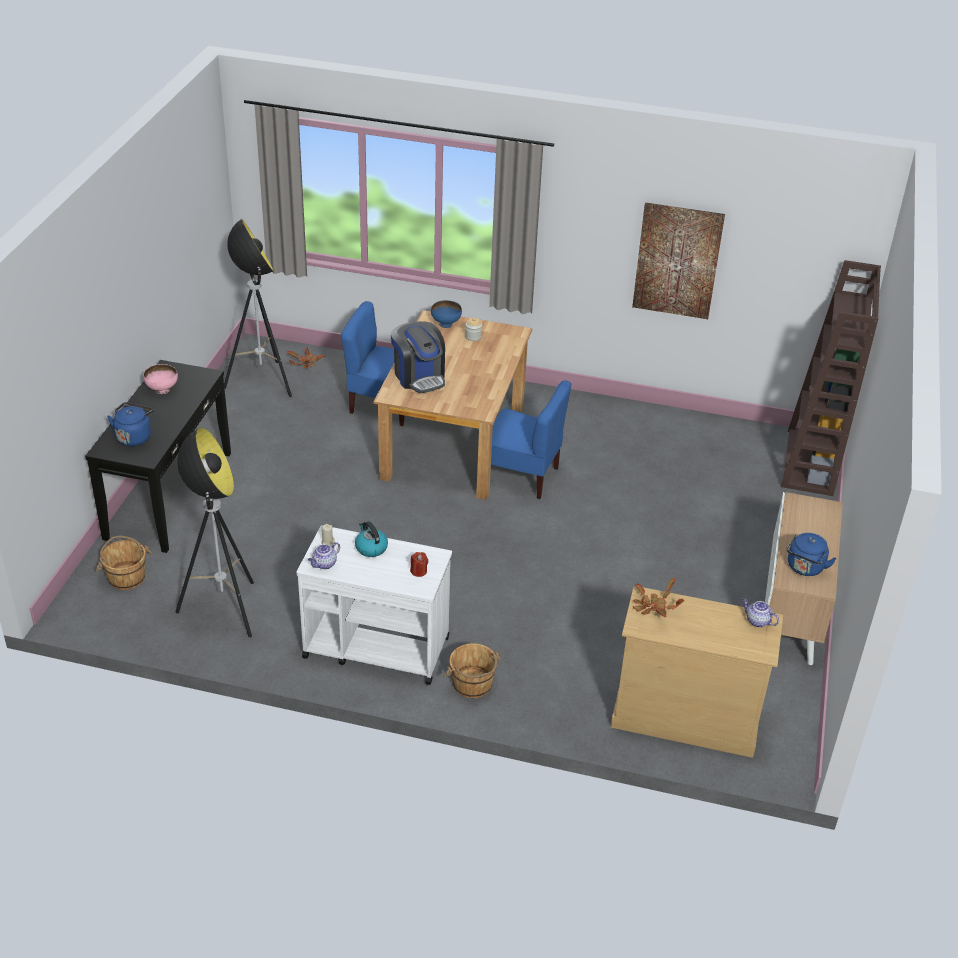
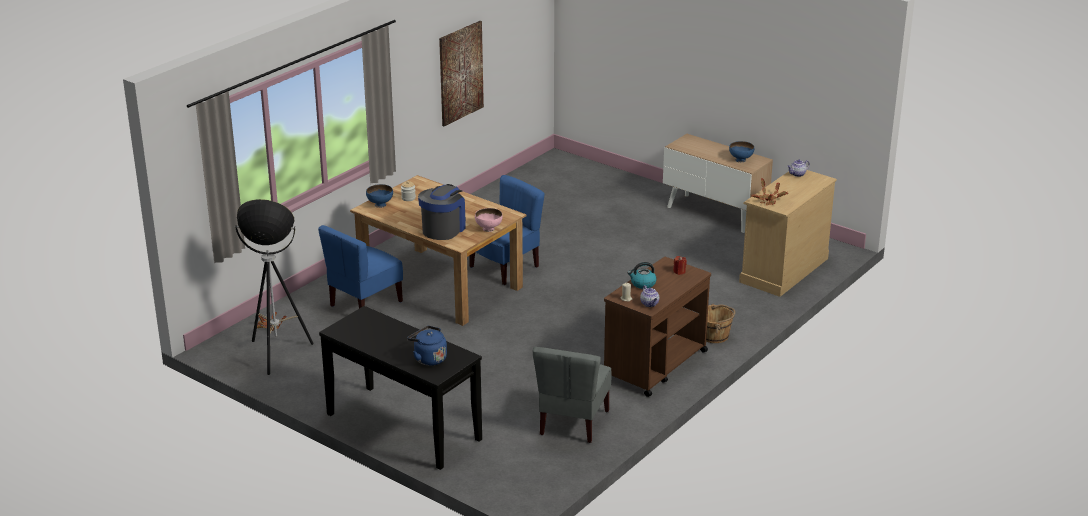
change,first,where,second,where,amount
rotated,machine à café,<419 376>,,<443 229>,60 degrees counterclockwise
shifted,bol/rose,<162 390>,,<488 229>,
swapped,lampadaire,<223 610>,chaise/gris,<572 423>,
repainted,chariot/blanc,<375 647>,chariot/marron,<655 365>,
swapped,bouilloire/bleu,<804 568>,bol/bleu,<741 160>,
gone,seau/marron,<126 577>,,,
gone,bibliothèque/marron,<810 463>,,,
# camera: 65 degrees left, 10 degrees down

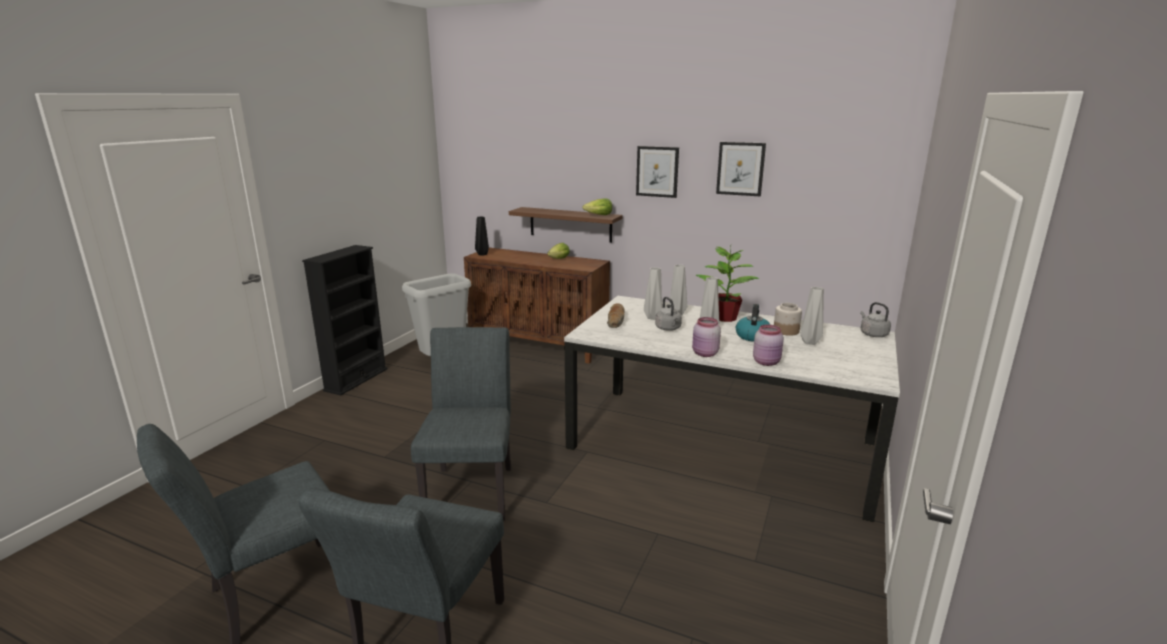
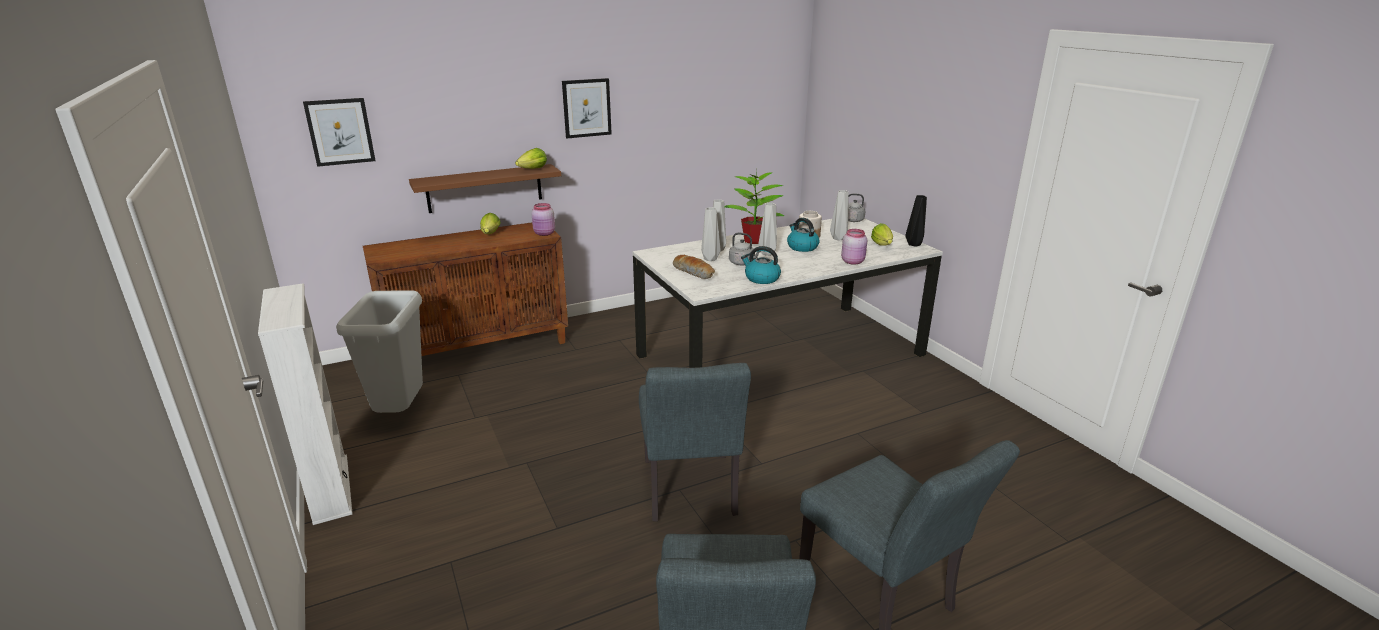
change,first,where,second,where,amount
repainted,bibliothèque/noir,<356 379>,bibliothèque/blanc,<330 489>,
shifted,tableau,<740 168>,,<340 132>,
shifted,bocal/rose,<705 354>,,<544 234>,
rotated,chaise/gris,<472 487>,,<690 493>,135 degrees counterclockwise
new,,,bouilloire,<761 278>,
new,,,laitue,<882 245>,
shifted,vase/noir,<482 254>,,<913 245>,
# camera: 50 degrees left, 5 degrees up

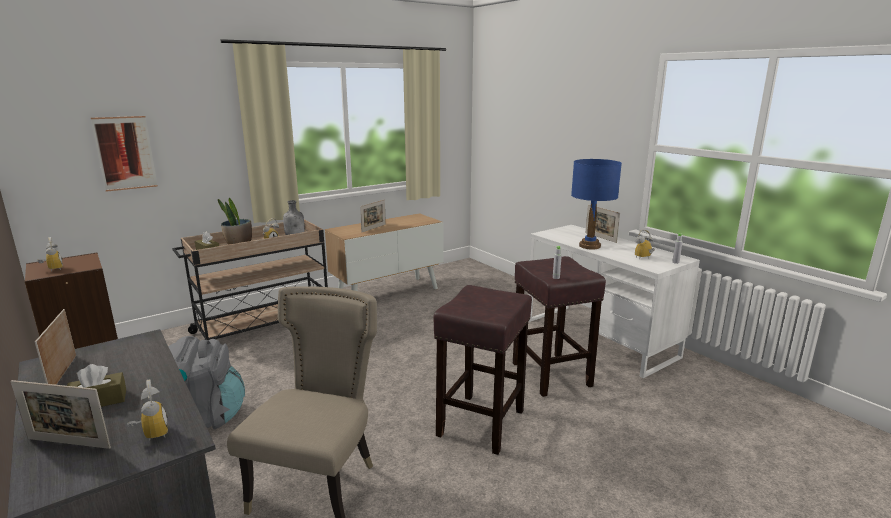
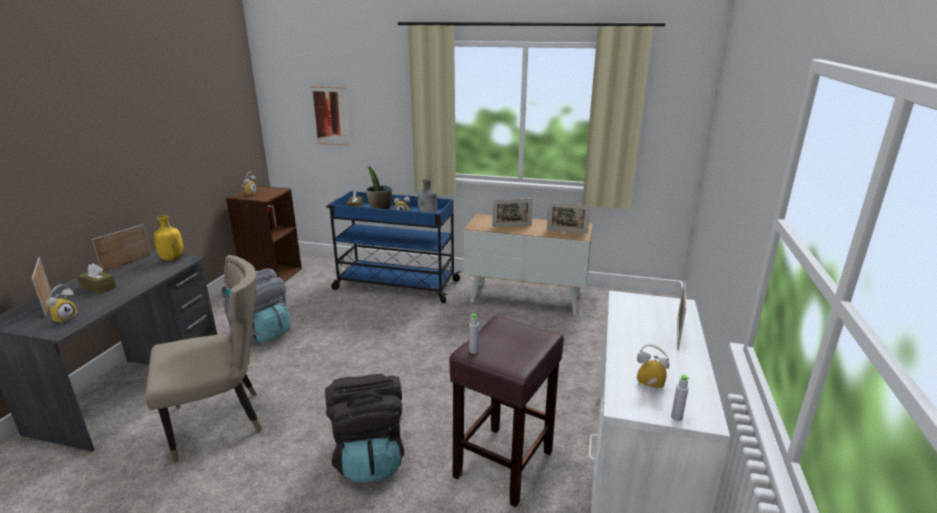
change,first,where,second,where,amount
new,,,bouteille/jaune,<172 258>,
swapped,tabouret/marron,<481 422>,sac à dos/noir,<370 457>,
repainted,chariot/beige,<263 327>,chariot/bleu,<395 285>,
new,,,cadre photo,<566 231>,
gone,lampe de table/bleu,<590 246>,,,
# camera: 50 degrees right, 5 degrees up

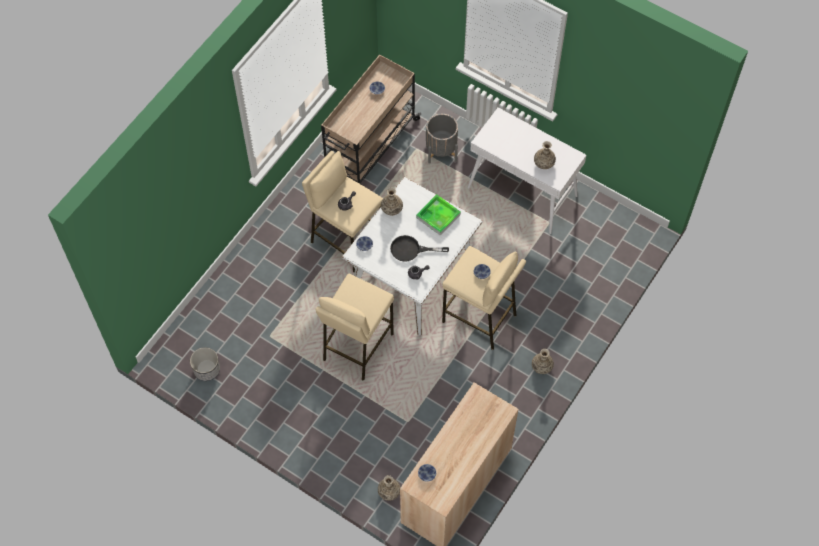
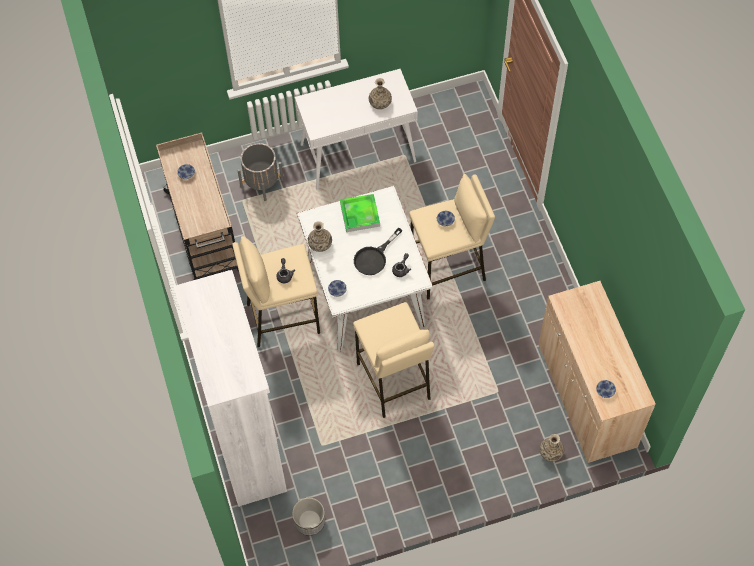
change,first,where,second,where,amount
new,,,bibliothèque/blanc,<247 444>,
gone,vase,<542 366>,,,
# camera: 50 degrees left, 0 degrees up

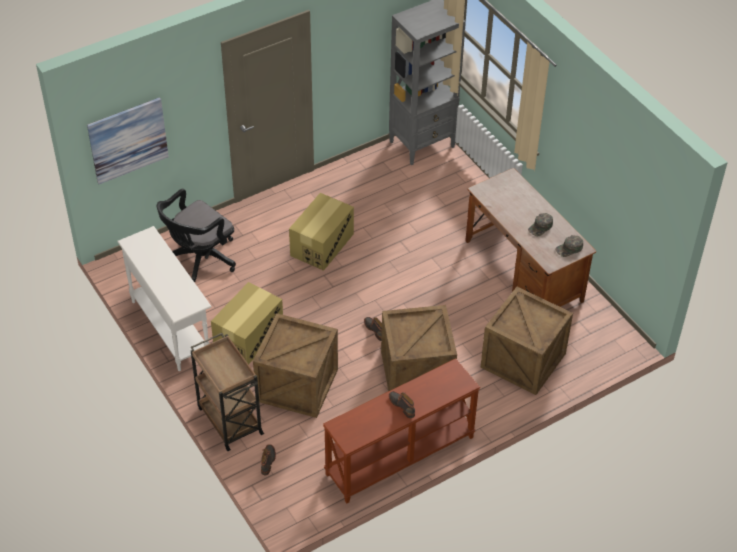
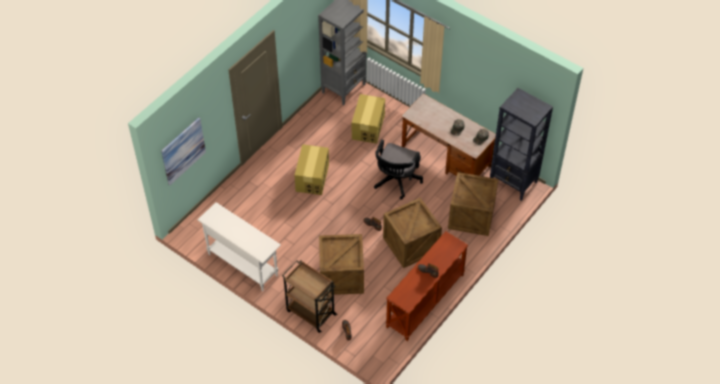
change,first,where,second,where,amount
shifted,carton,<249 336>,,<368 127>,
shifted,chaise de bureau/noir,<199 260>,,<396 181>,
new,,,bibliothèque/noir,<513 182>,
# camera: 20 degrees left, 5 degrees up

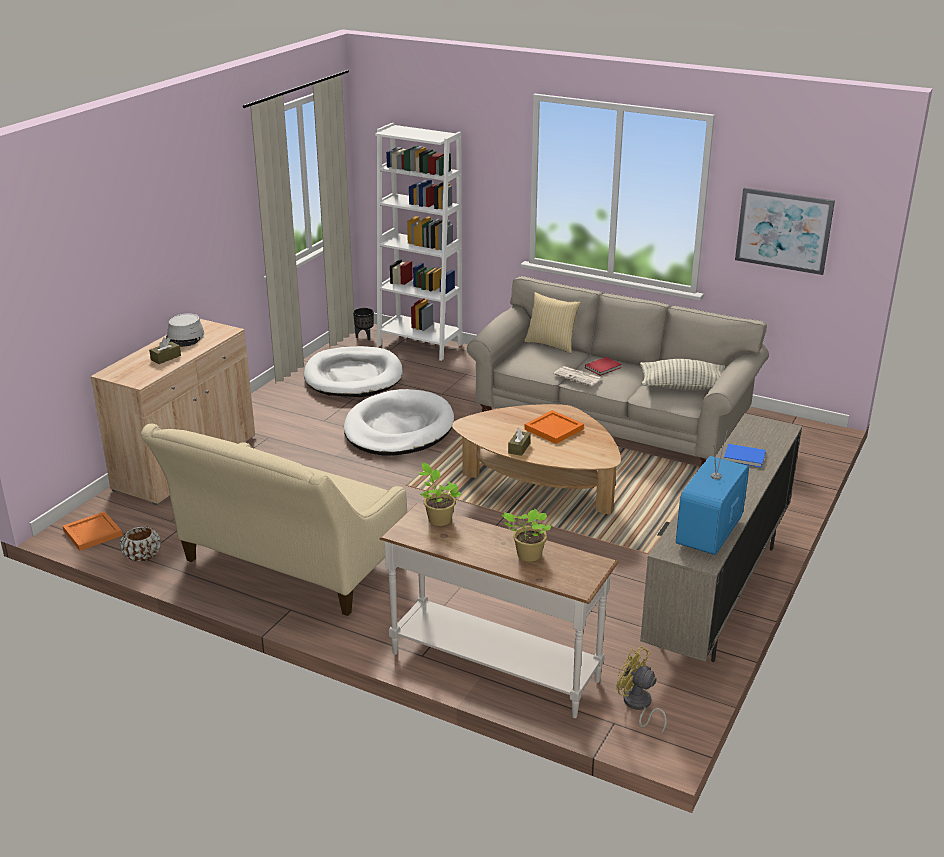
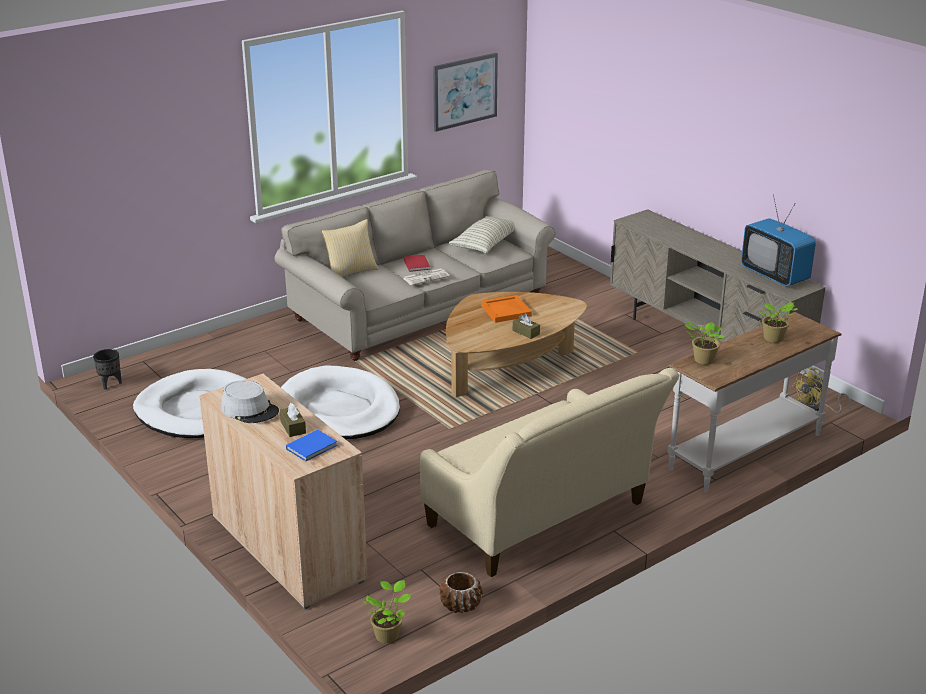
change,first,where,second,where,amount
shifted,livre/bleu,<745 458>,,<313 447>,
swapped,plateau/orange,<91 533>,plante en pot,<388 635>,
gone,bibliothèque/blanc,<419 345>,,,
# camera: 65 degrees left, 0 degrees up

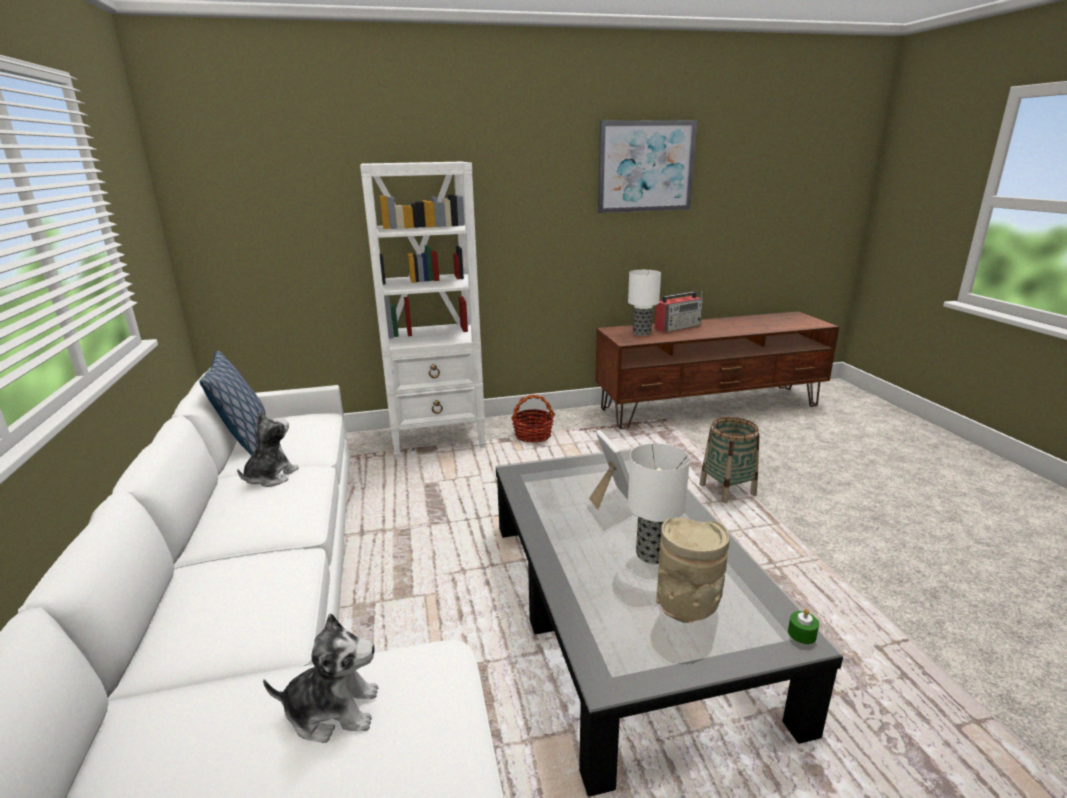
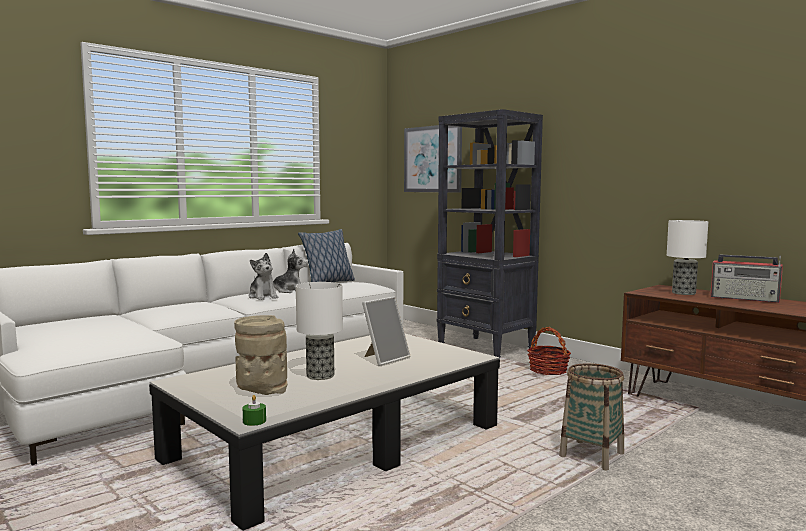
change,first,where,second,where,amount
shifted,peluche,<333 711>,,<263 297>,
shifted,tableau,<646 166>,,<432 159>,
repainted,bibliothèque/blanc,<438 439>,bibliothèque/noir,<486 349>,
# camera: 60 degrees right, 15 degrees down

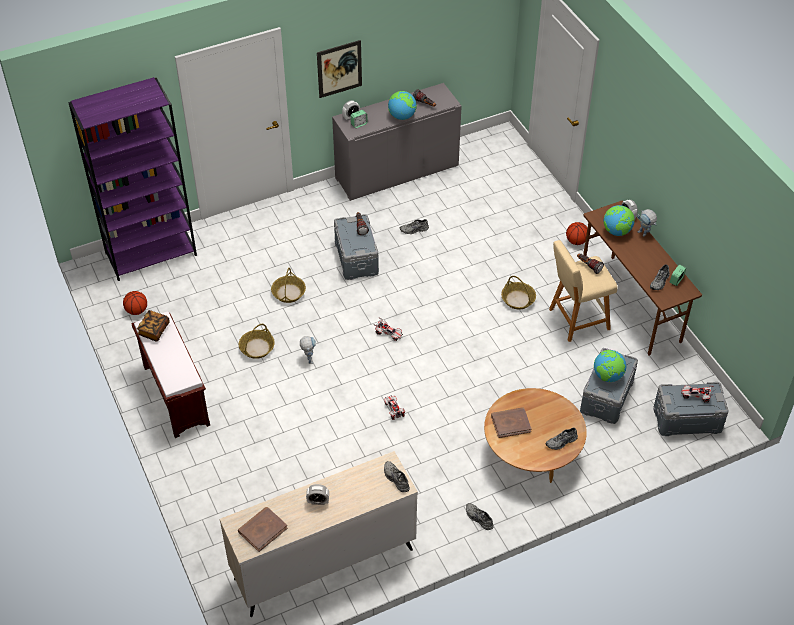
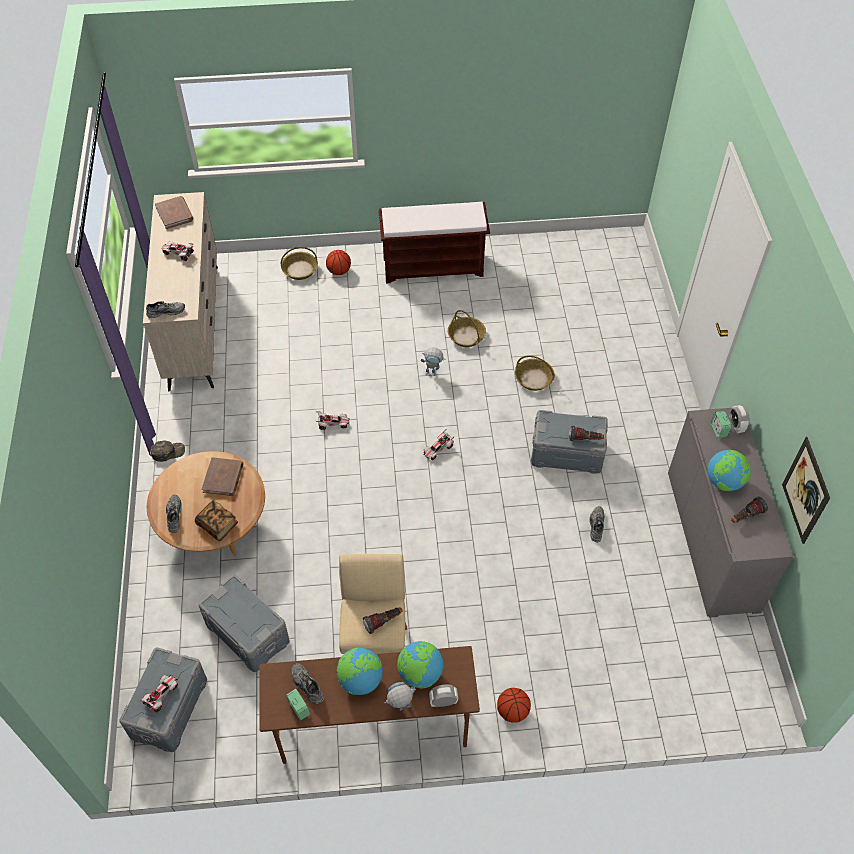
change,first,where,second,where,amount
swapped,chaussure/gris,<478 518>,casquette/vert,<168 452>,
swapped,réveil,<318 501>,petite voiture,<178 254>,
shifted,livre,<154 330>,,<217 525>,
shifted,panier,<518 299>,,<299 270>,
shifted,ballon de basket,<137 311>,,<339 271>,
shifted,globe,<608 376>,,<360 680>,
shifted,tableau,<339 69>,,<805 490>,
gone,bibliothèque/violet,<151 254>,,,
# camera: 110 degrees right, 5 degrees up

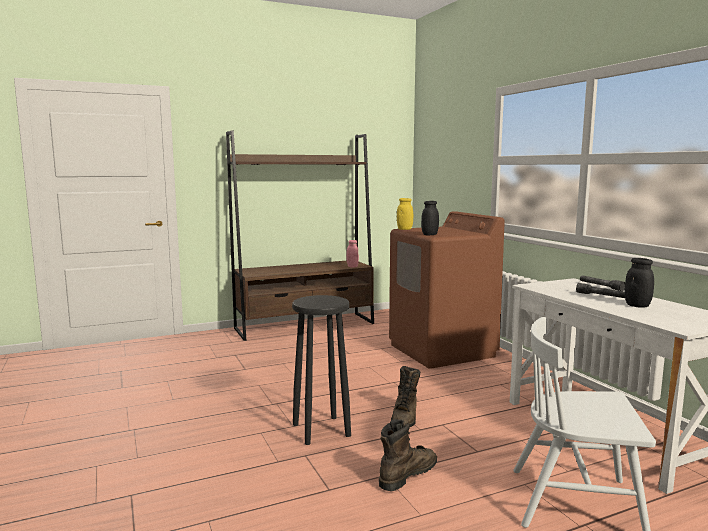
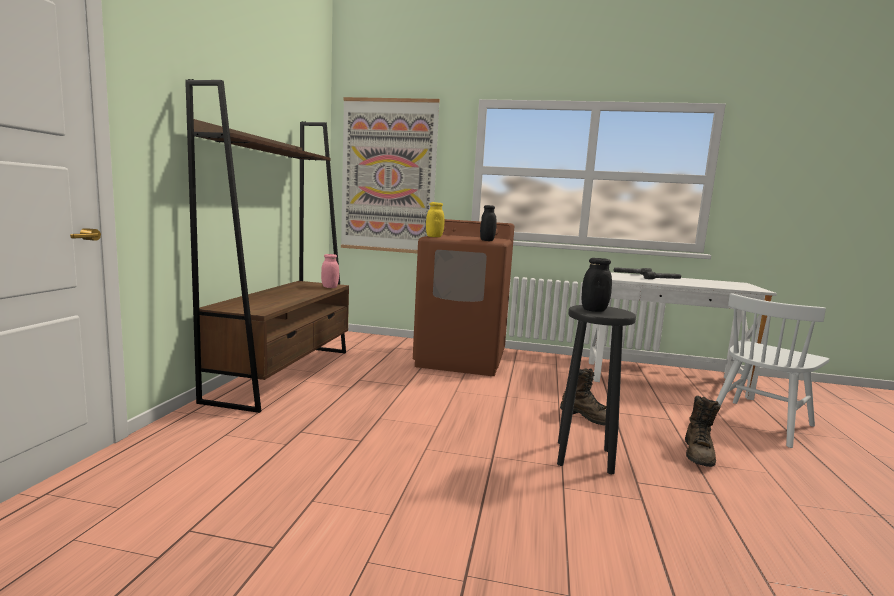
change,first,where,second,where,amount
new,,,tableau,<388 176>,
shifted,bocal/noir,<637 305>,,<594 310>,
rotated,botte/marron,<407 474>,,<698 454>,150 degrees counterclockwise
# camera: 55 degrees left, 0 degrees up

